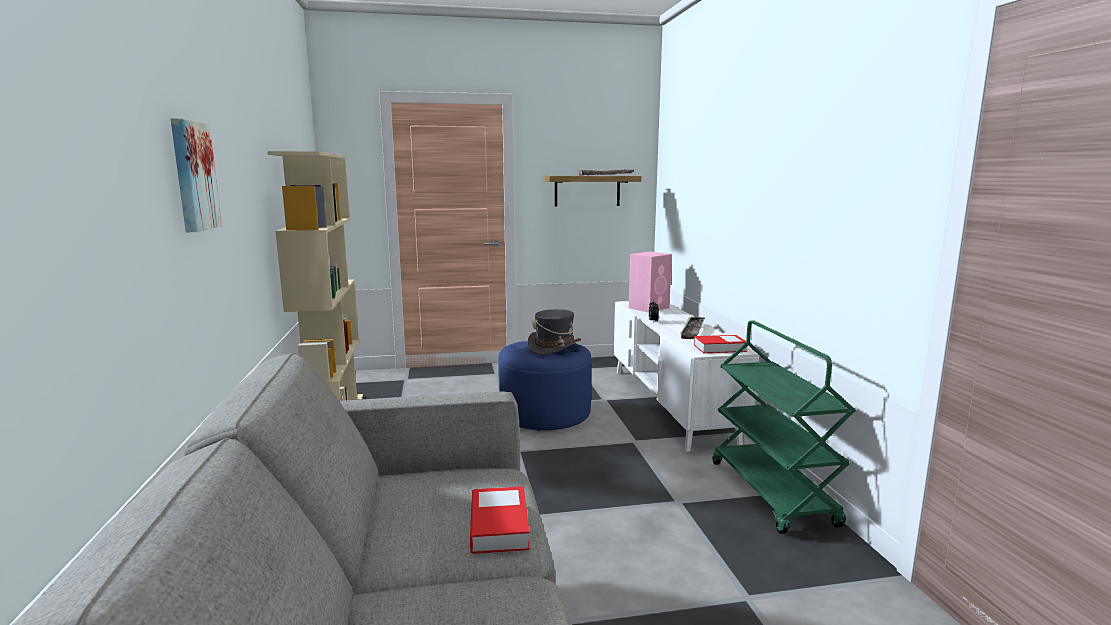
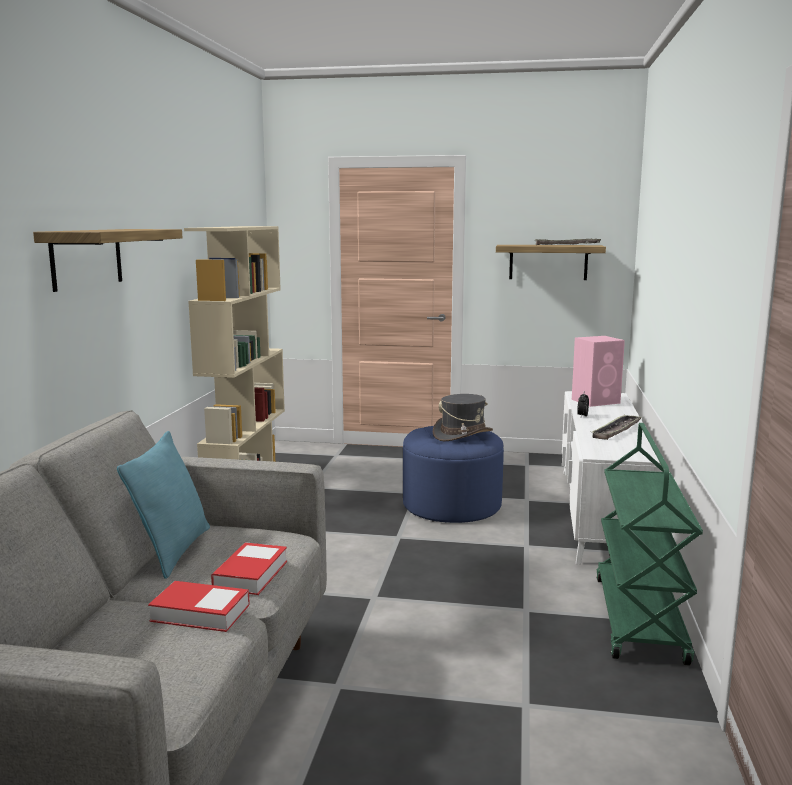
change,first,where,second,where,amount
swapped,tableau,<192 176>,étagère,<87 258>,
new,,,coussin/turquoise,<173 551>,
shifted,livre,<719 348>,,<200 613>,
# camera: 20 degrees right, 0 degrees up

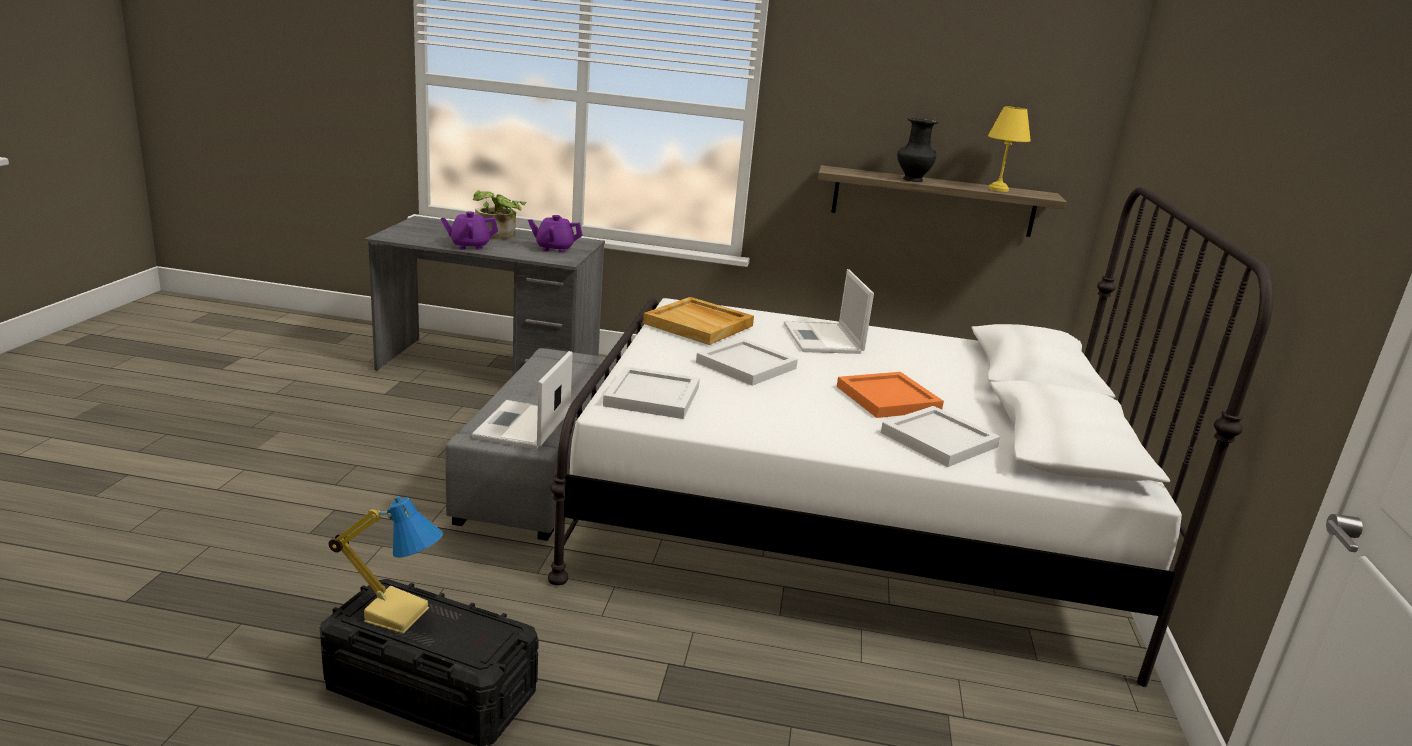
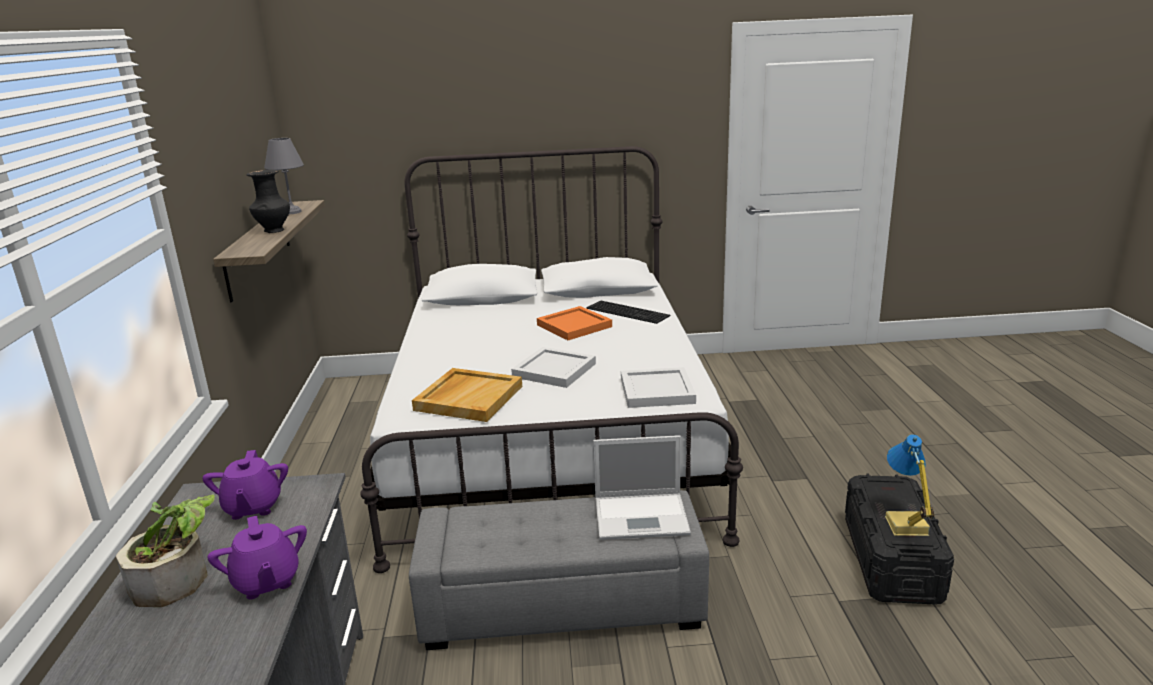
change,first,where,second,where,amount
repainted,lampe de table/jaune,<997 189>,lampe de table/gris,<291 212>,
swapped,plateau/blanc,<939 441>,clavier,<629 311>,
gone,ordinateur portable,<823 339>,,,
# camera: 100 degrees left, 0 degrees up

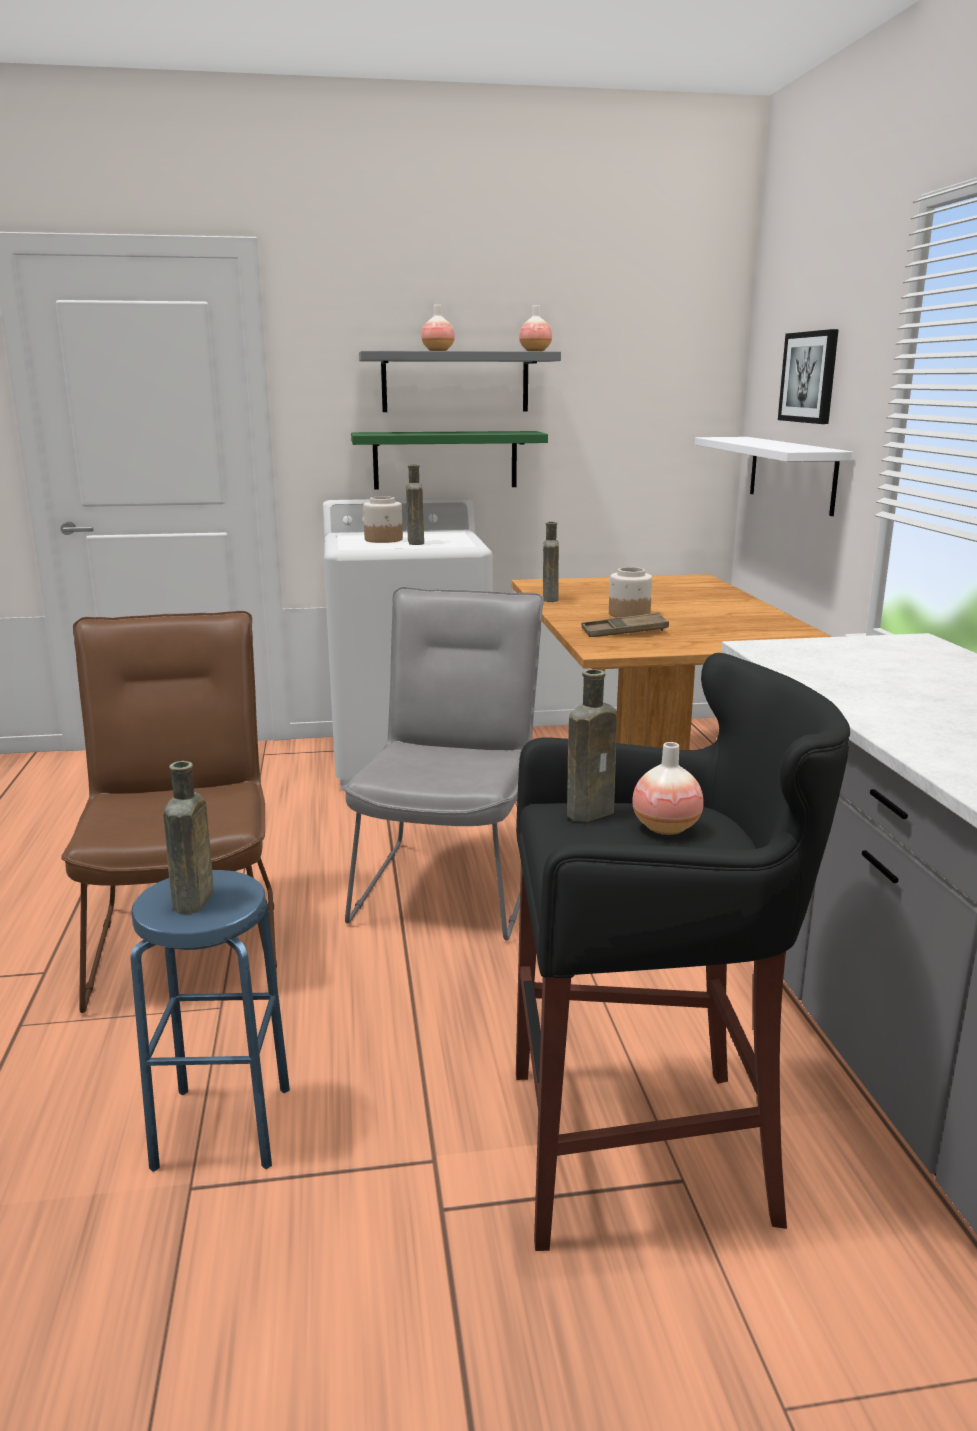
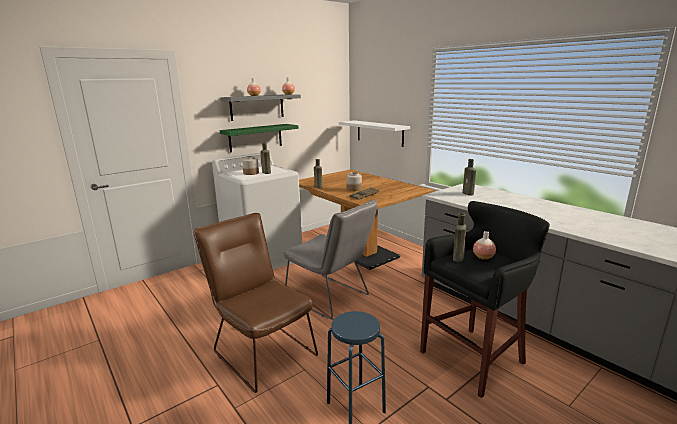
change,first,where,second,where,amount
rotated,chaise/gris,<451 882>,,<330 298>,150 degrees clockwise
shifted,bouteille/marron,<192 902>,,<468 194>,
gone,tableau,<810 377>,,,
# camera: 30 degrees left, 0 degrees up

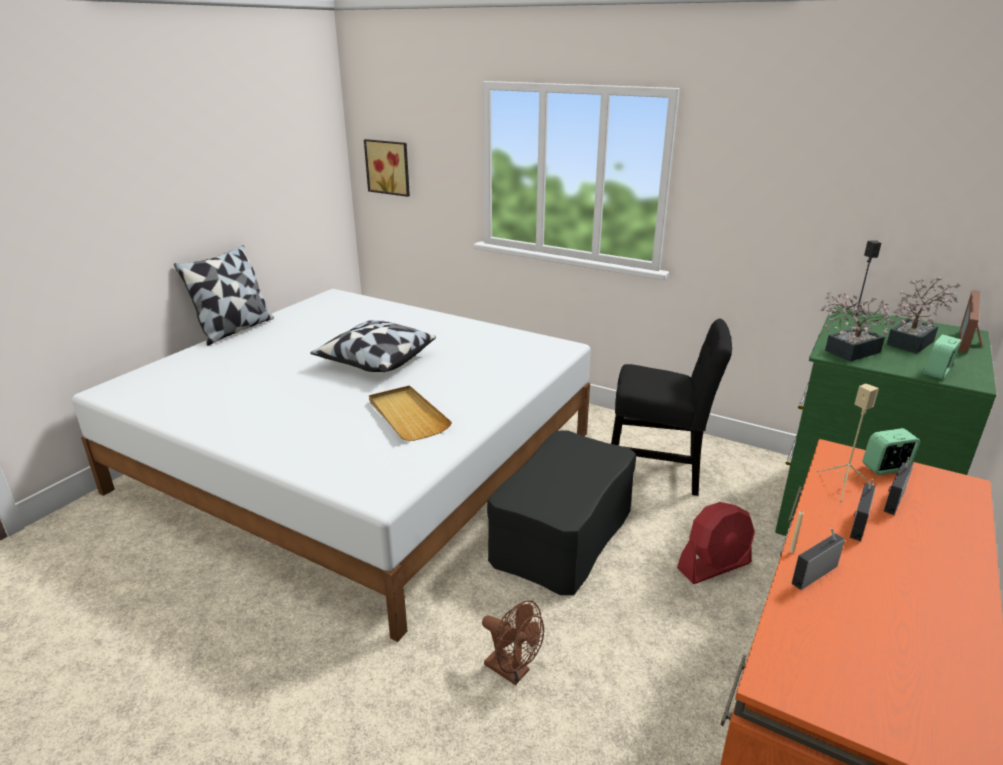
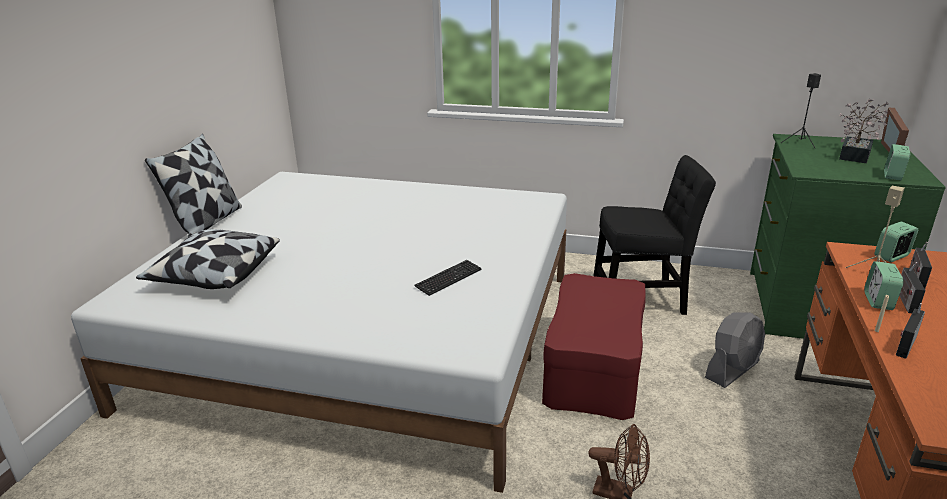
change,first,where,second,where,amount
shifted,coussin,<375 361>,,<214 275>,
swapped,plateau/beige,<407 416>,clavier,<448 279>,
repainted,pouf/noir,<562 534>,pouf/rouge,<593 368>,
repainted,ventilateur/rouge,<714 566>,ventilateur/gris,<732 370>,
new,,,réveil,<878 301>,
gone,tableau,<389 167>,,,
gone,plante en pot,<847 352>,,,
# camera: 15 degrees left, 0 degrees up

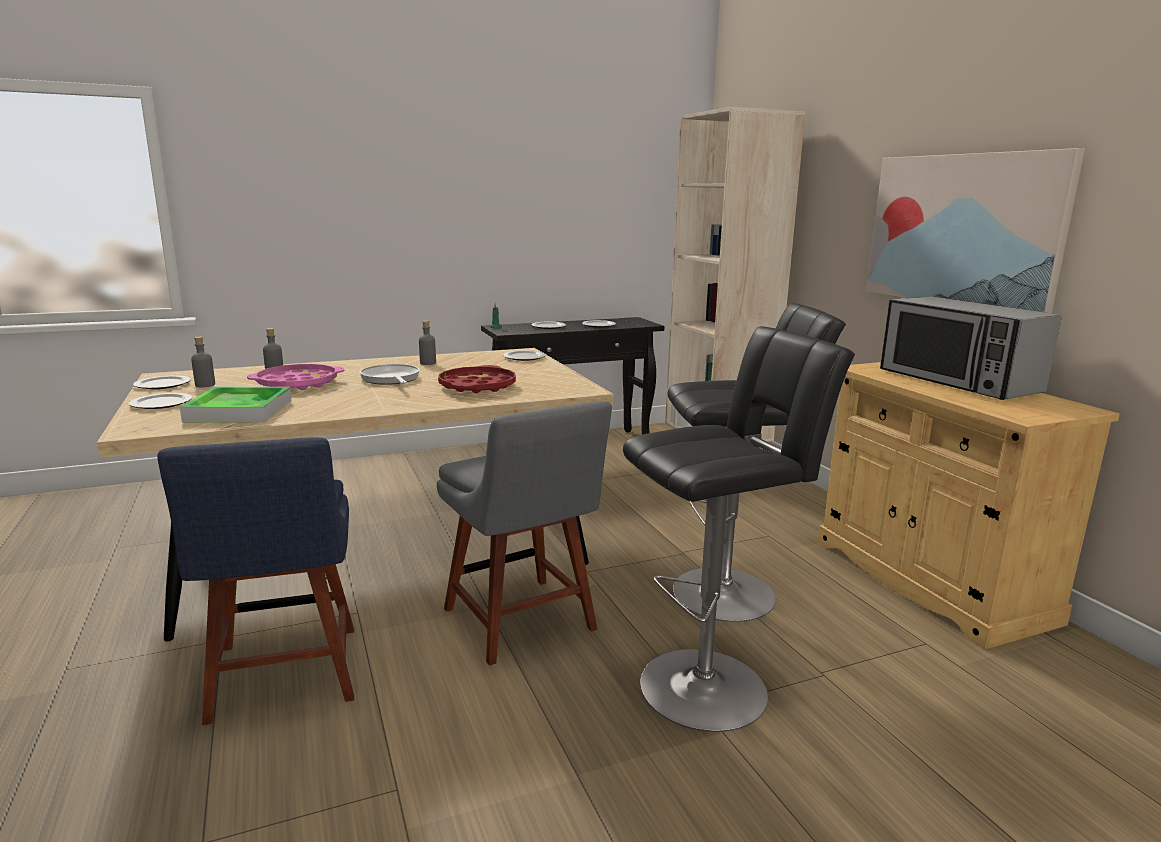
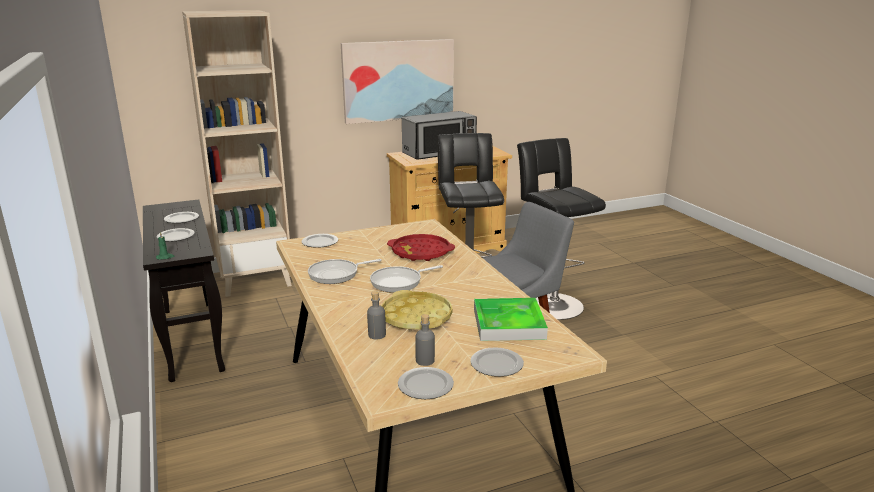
change,first,where,second,where,amount
swapped,bouteille/gris,<428 363>,poêle,<336 274>,
repainted,plateau/rose,<297 383>,plateau/jaune,<416 317>,
gone,chaise/bleu,<284 678>,,,
# camera: 90 degrees left, 5 degrees up

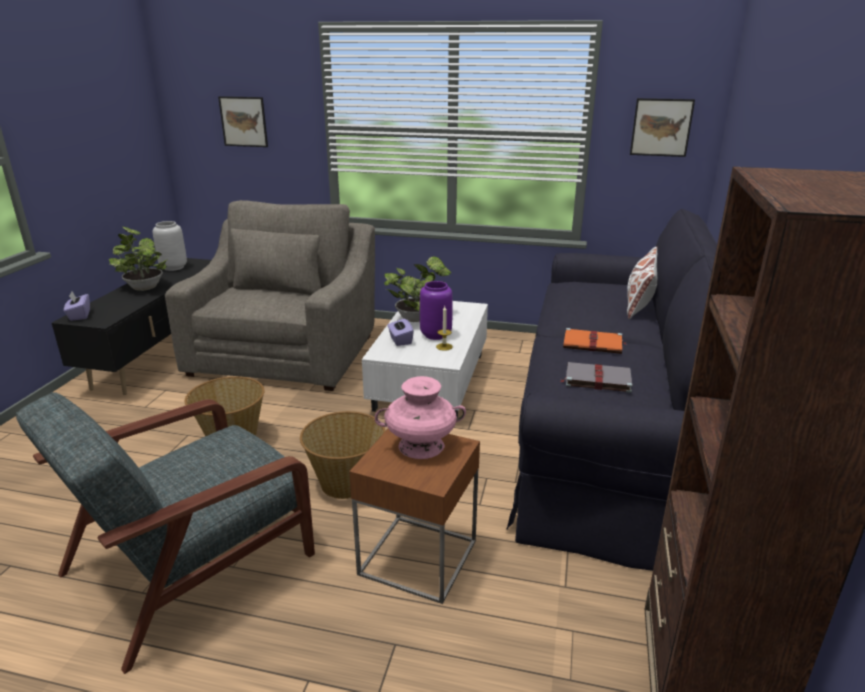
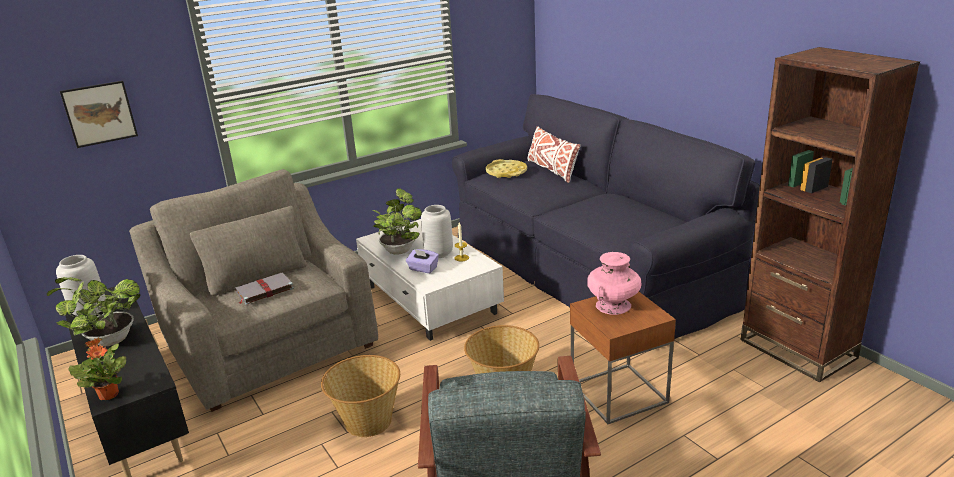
change,first,where,second,where,amount
swapped,boîte à mouchoirs/violet,<79 315>,plante en pot,<109 394>,
shifted,livre/gris,<596 379>,,<263 290>,
repainted,vase/violet,<436 335>,vase/gris,<439 253>,
new,,,plateau/jaune,<506 172>,
gone,livre/orange,<593 344>,,,
gone,tableau,<661 127>,,,
# camera: 45 degrees left, 0 degrees up

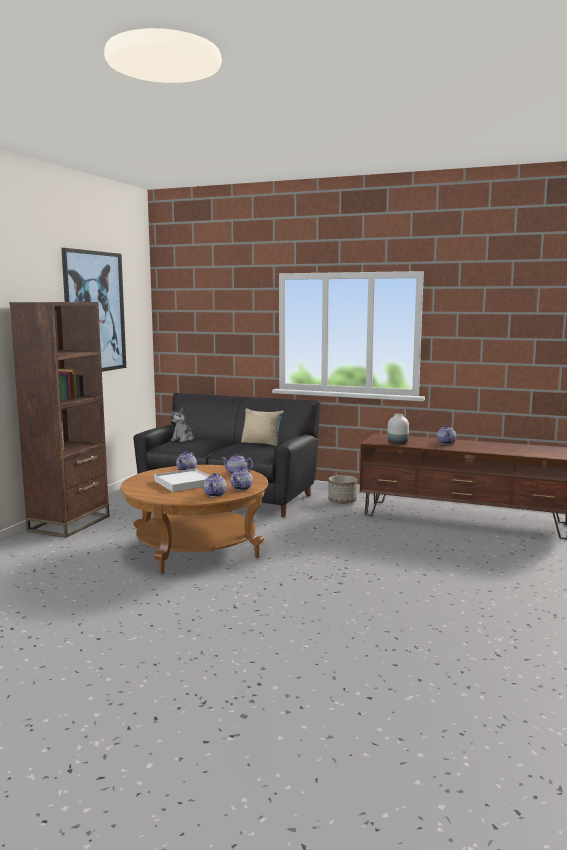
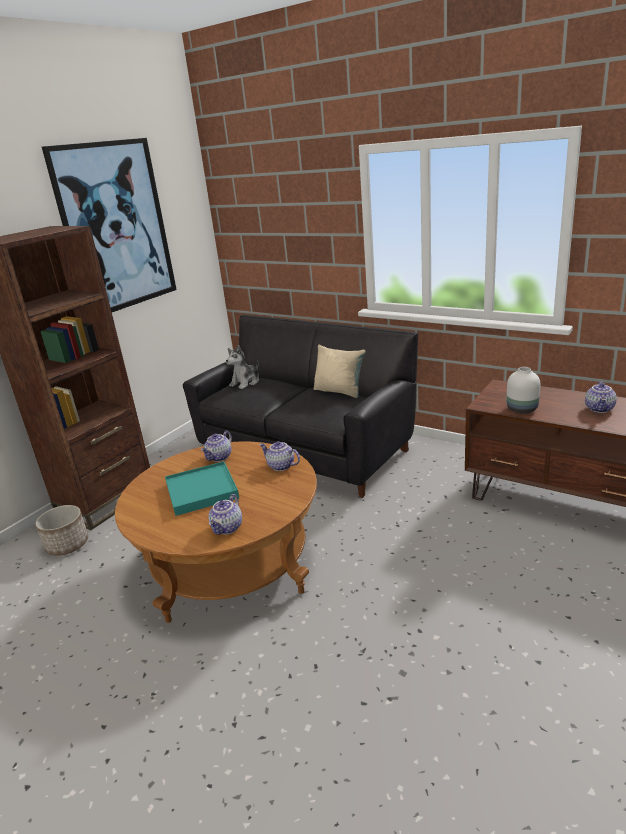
change,first,where,second,where,amount
shifted,cache-pot,<342 501>,,<68 545>,
repainted,plateau/blanc,<184 483>,plateau/turquoise,<201 491>,
gone,théière,<242 488>,,,
# camera: 15 degrees right, 15 degrees up

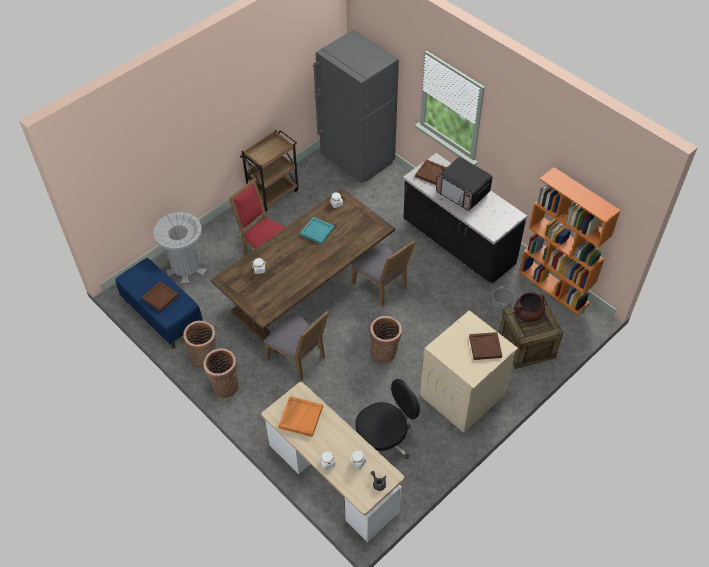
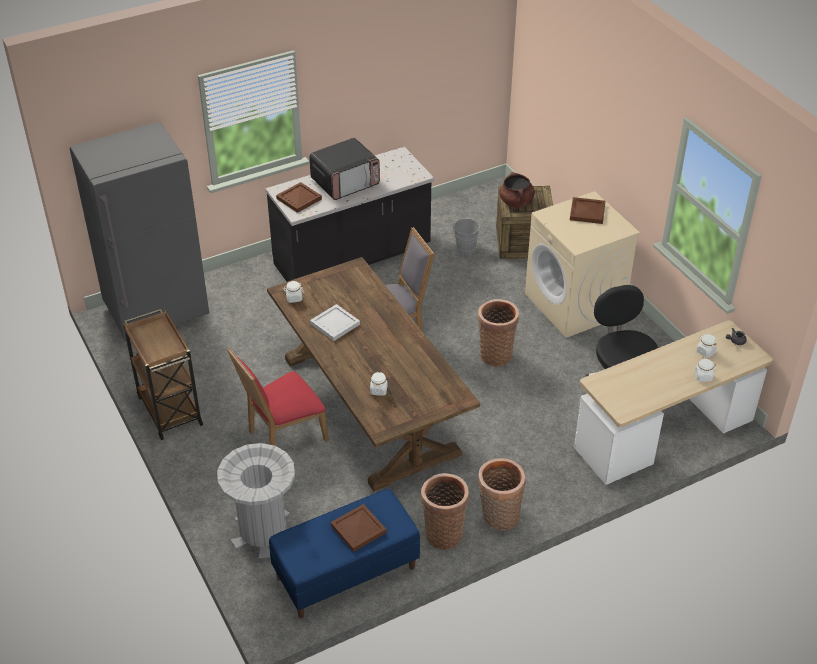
change,first,where,second,where,amount
repainted,plateau/turquoise,<318 231>,plateau/blanc,<335 323>,
gone,chaise/gris,<299 358>,,,
gone,plateau/orange,<300 417>,,,
gone,bibliothèque/orange,<554 287>,,,
# camera: 75 degrees left, 10 degrees down

